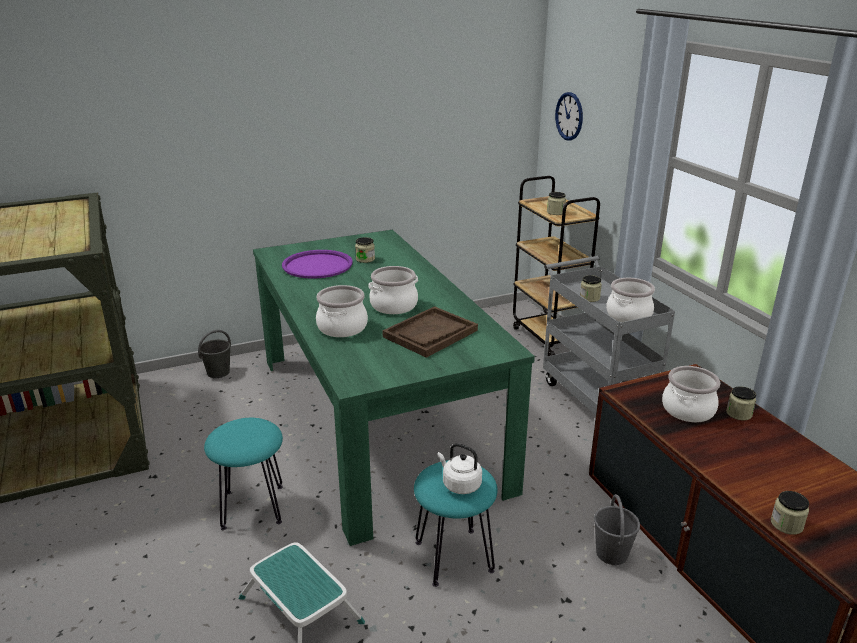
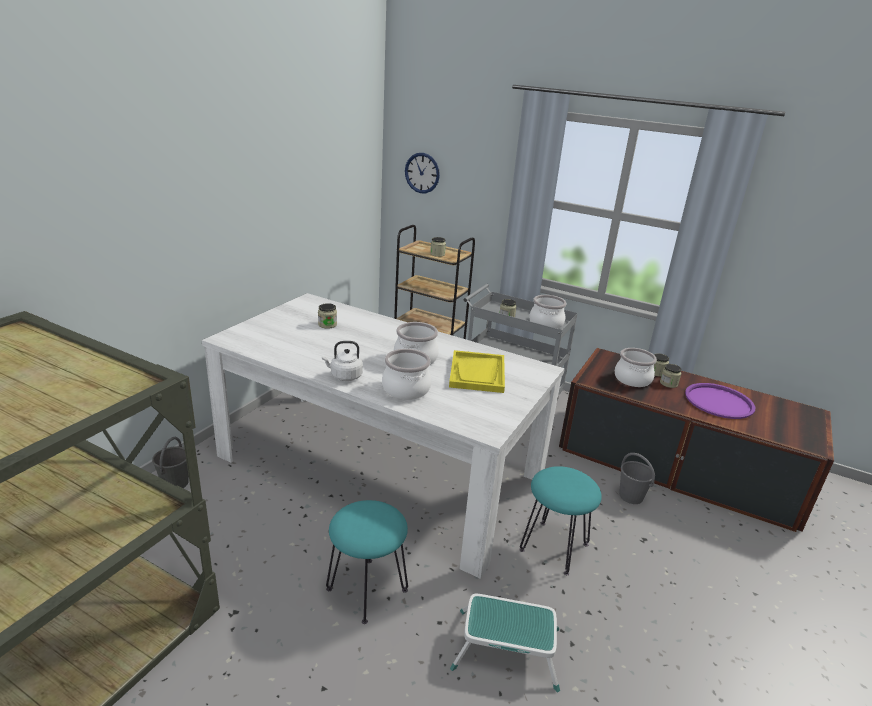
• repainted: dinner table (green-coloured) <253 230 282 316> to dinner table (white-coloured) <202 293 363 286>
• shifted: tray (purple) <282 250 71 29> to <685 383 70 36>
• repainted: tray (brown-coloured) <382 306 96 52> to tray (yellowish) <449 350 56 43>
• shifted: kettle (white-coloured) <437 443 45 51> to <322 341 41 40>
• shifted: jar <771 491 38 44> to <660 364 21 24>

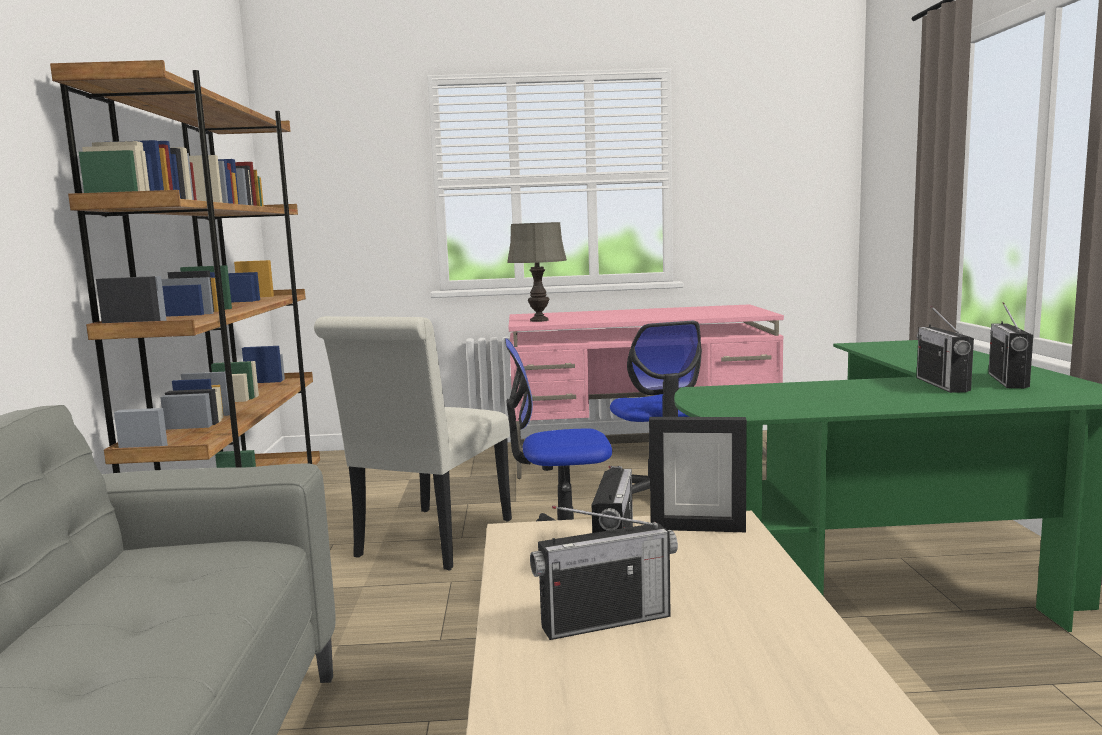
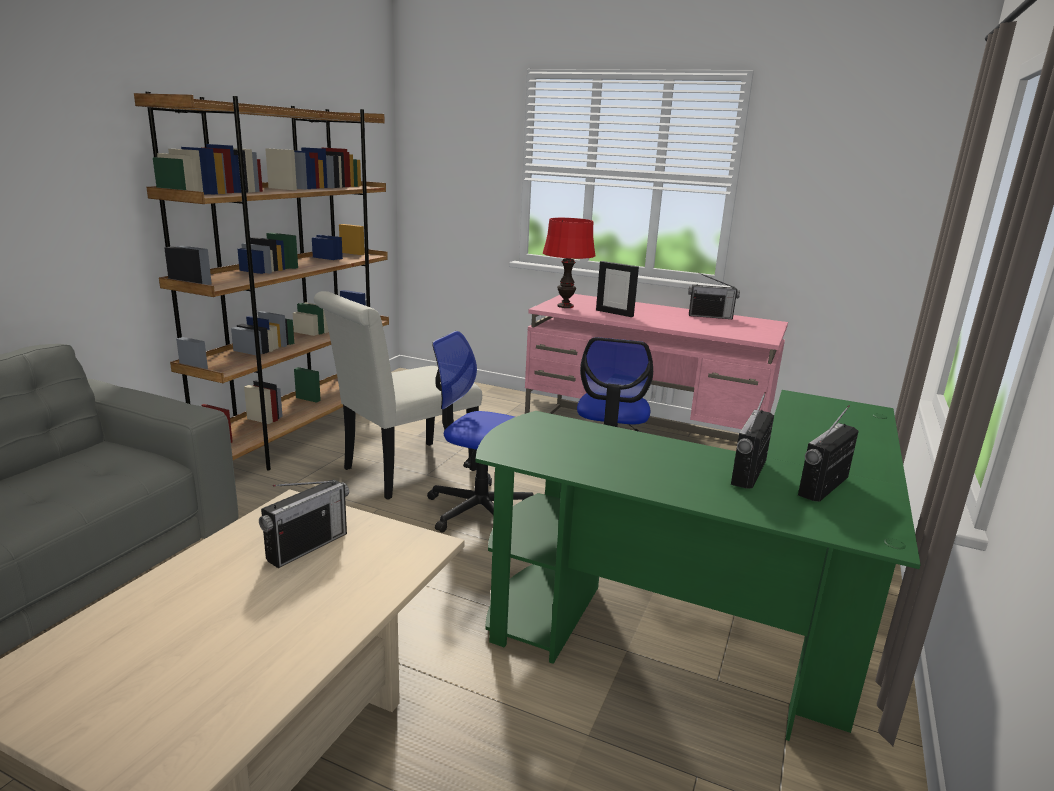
• repainted: lamp for a table (greyish) <507 222 60 100> to lamp for a table (red) <543 218 53 90>
• shifted: radio receiver <530 506 148 134> to <688 273 52 46>
• shifted: picture frame <649 417 98 115> to <596 261 43 56>

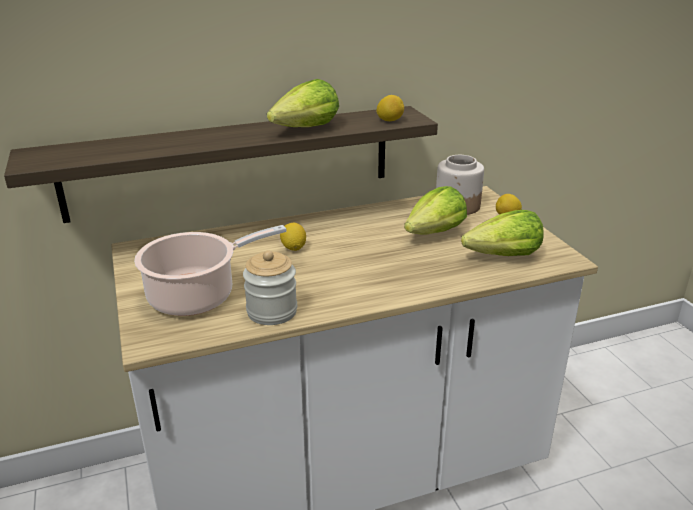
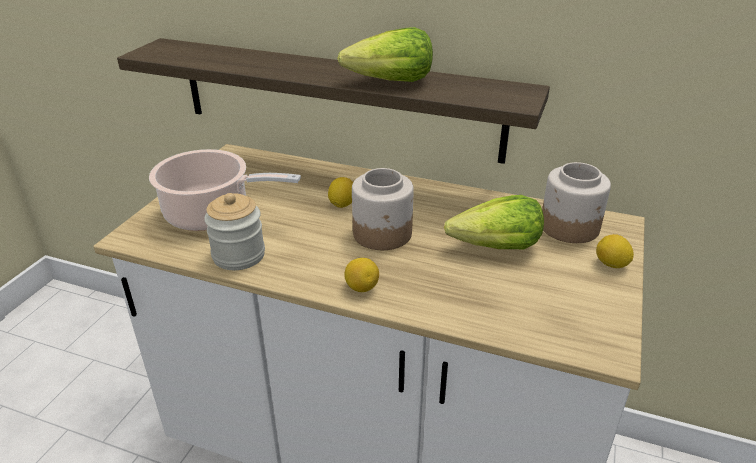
• shifted: lemon <376 95 28 26> to <344 258 35 34>
• gone: lettuce <461 210 83 46>
• new: jar <352 168 62 82>

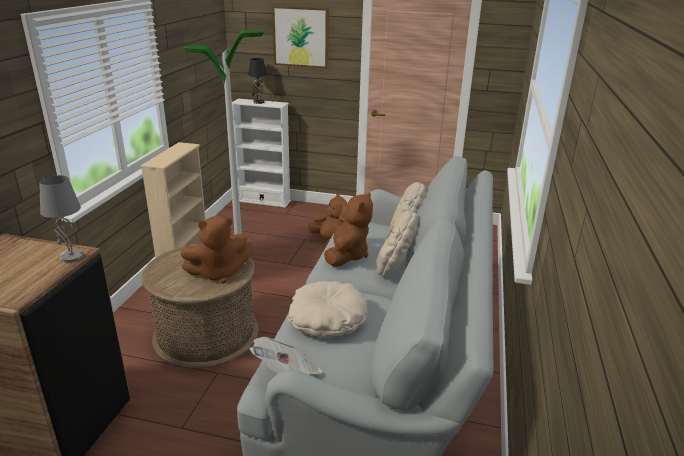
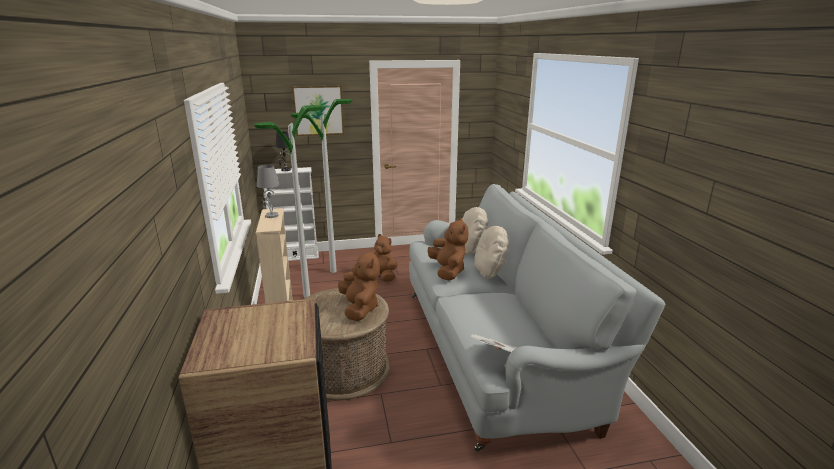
• shifted: lamp for a table (greyish) <39 175 45 88> to <257 165 22 53>
• rotated: soft toy (brown-coloured) <181 216 72 68> = <338 249 42 72> 60 degrees counterclockwise
• gone: throw pillow (beige-coloured) <288 281 80 57>
• new: standing lamp <290 99 63 174>

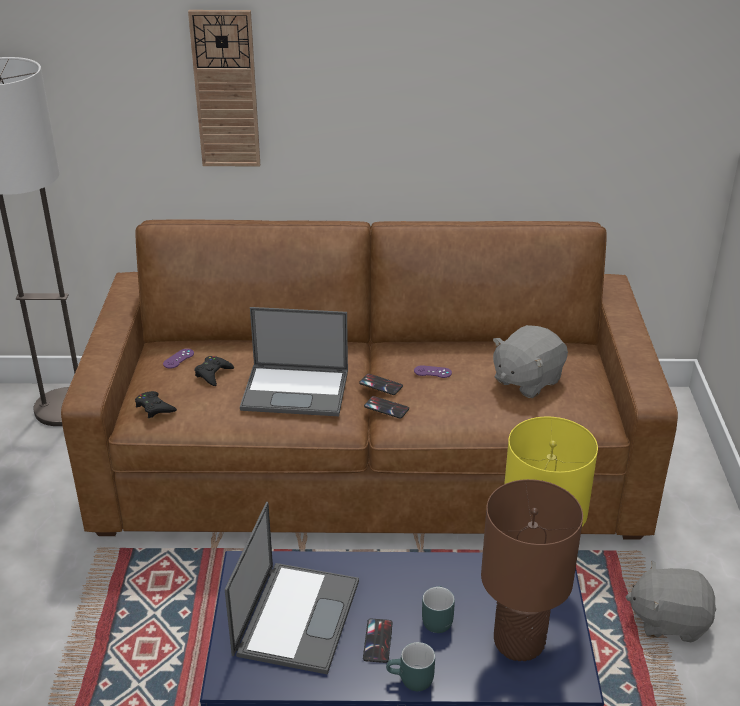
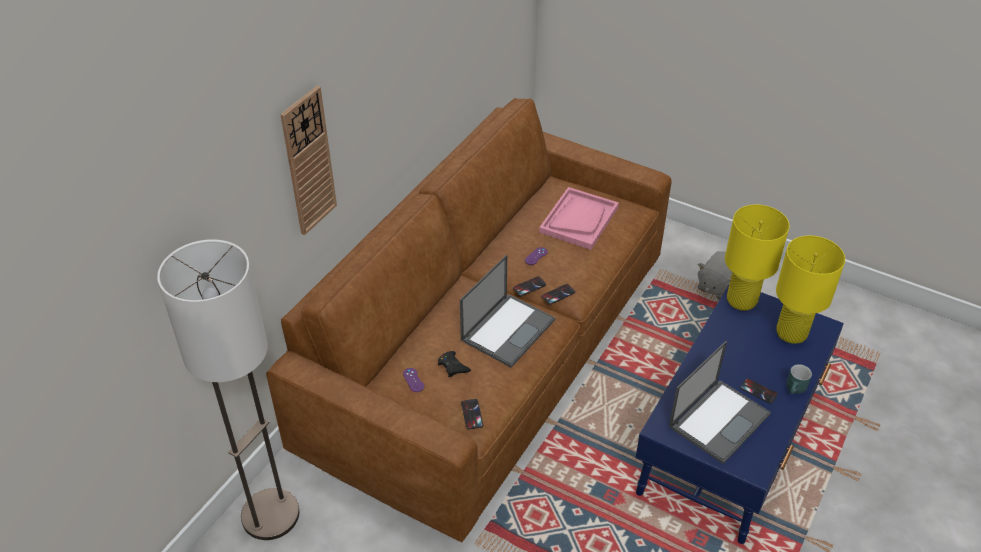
• swapped: game controller (black) <135 391 42 27> to telephone <461 399 22 30>
• rotated: notebook computer <225 502 134 173> = <669 341 102 123> 90 degrees clockwise
• gone: coffee mug (turquoise-coloured) <422 586 33 47>
• repainted: lamp for a table (brown-coloured) <481 479 102 182> to lamp for a table (yellowish) <776 236 69 108>
• swapped: soft toy (greyish) <493 325 75 73> to tray (pink-coloured) <539 187 80 63>

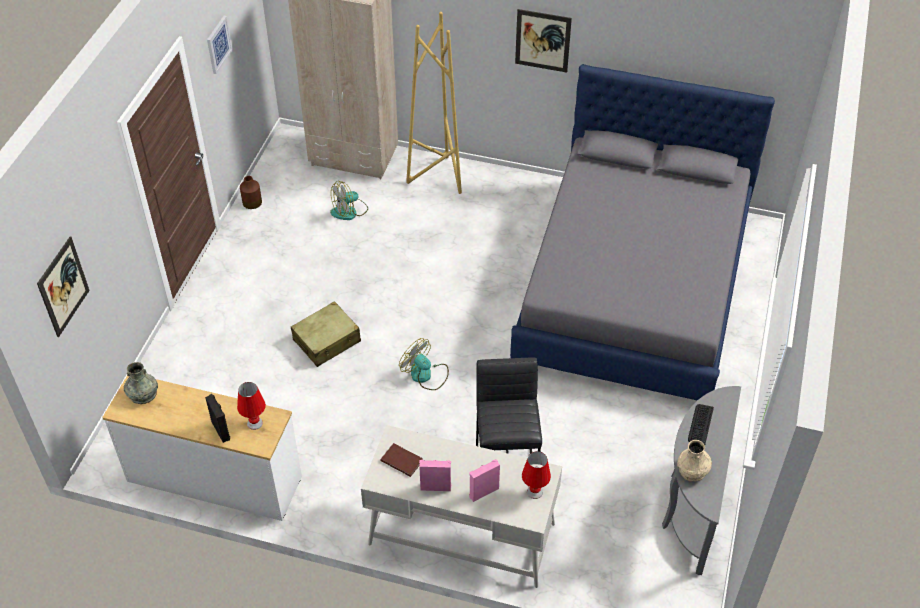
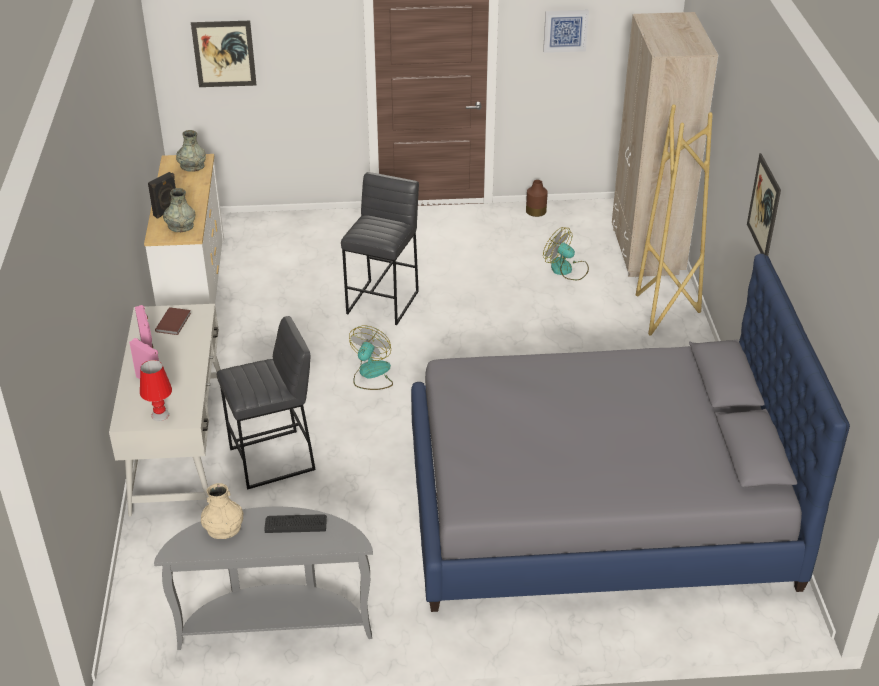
• swapped: lamp for a table (red) <237 382 29 48> to vase (greyish) <163 188 32 44>
• swapped: travel case (beige-coloured) <291 301 70 66> to stool (greyish) <341 172 78 153>

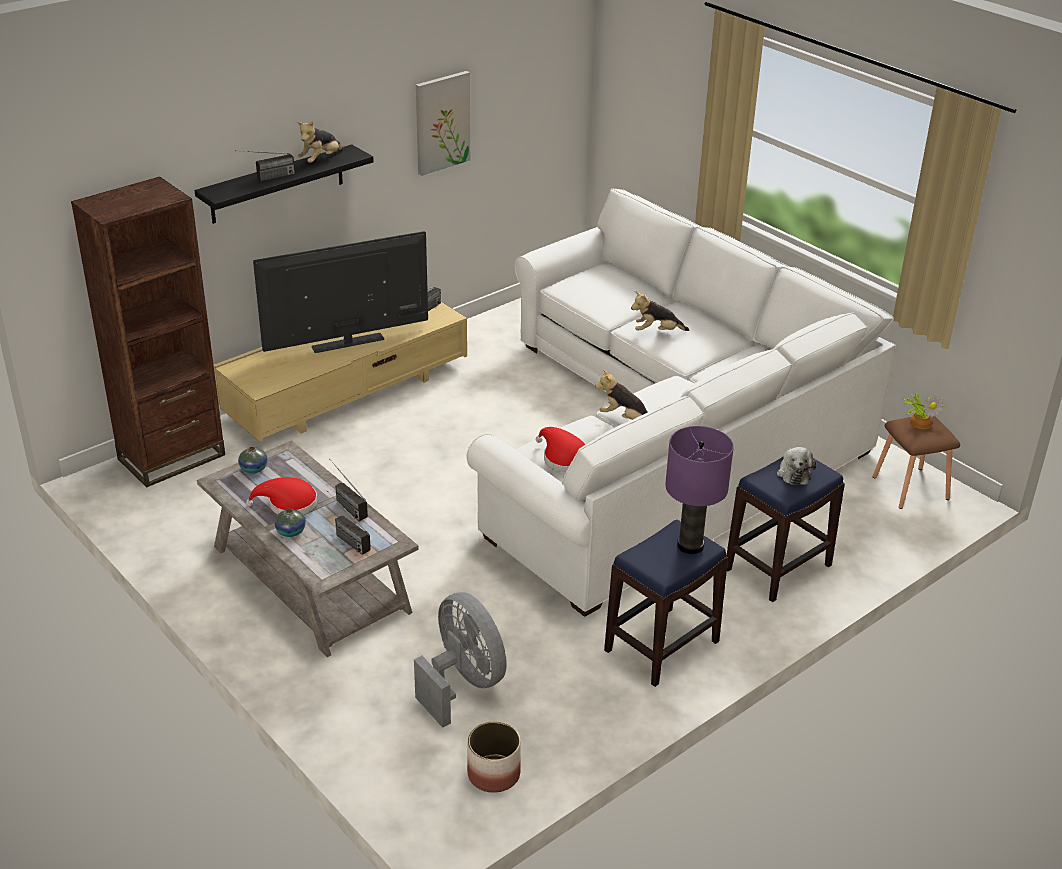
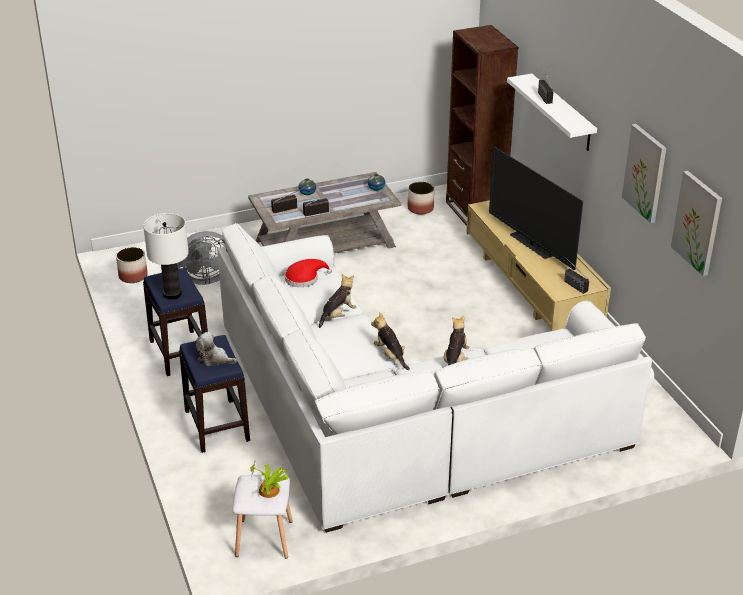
• repainted: wall shelf (black) <194 144 180 80> to wall shelf (white-coloured) <507 73 90 78>
• gone: clothing hat (red) <246 477 72 38>
• rotated: TV <253 231 175 122> = <489 147 94 123> 150 degrees clockwise
• shifted: soft toy <297 121 47 42> to <371 312 39 58>
• repainted: lamp for a table (purple) <665 426 69 128> to lamp for a table (white-coloured) <143 213 46 86>
• repainted: stool (brown-coloured) <873 415 87 94> to stool (white-coloured) <232 475 61 84>
• new: plant pot <408 182 26 32>
• new: wall picture <671 171 51 105>

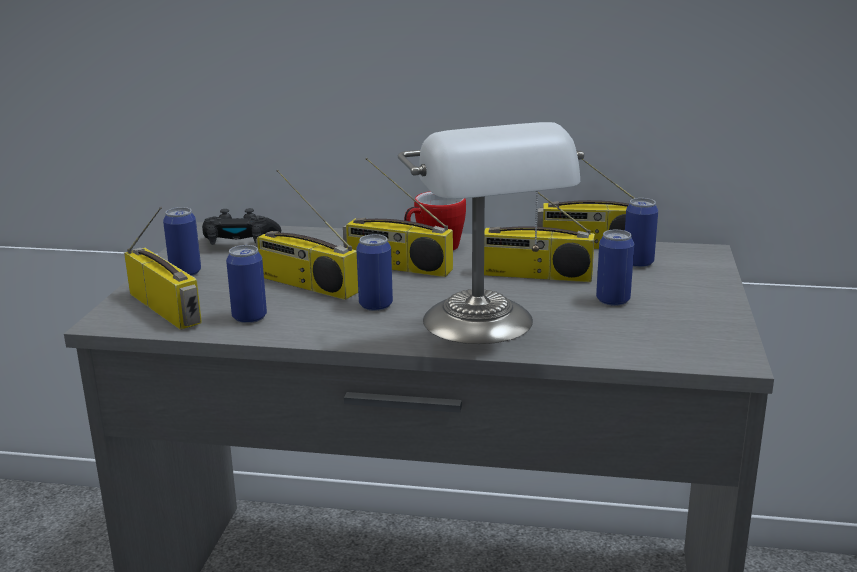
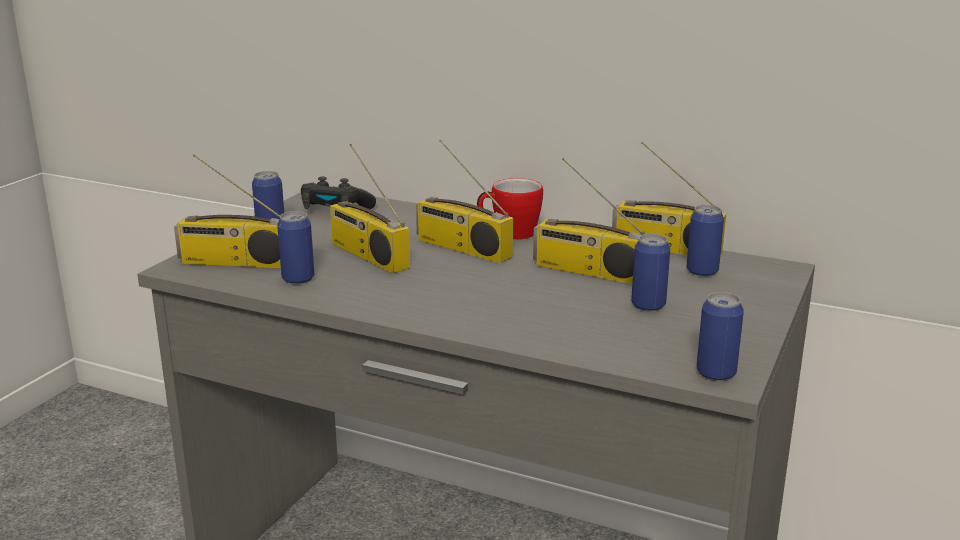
• rotated: radio receiver <124 207 78 123> = <174 154 107 114> 120 degrees clockwise
• shifted: sealed can <356 234 37 77> to <697 292 47 89>
• gone: lamp for a table (white-coloured) <398 122 186 222>

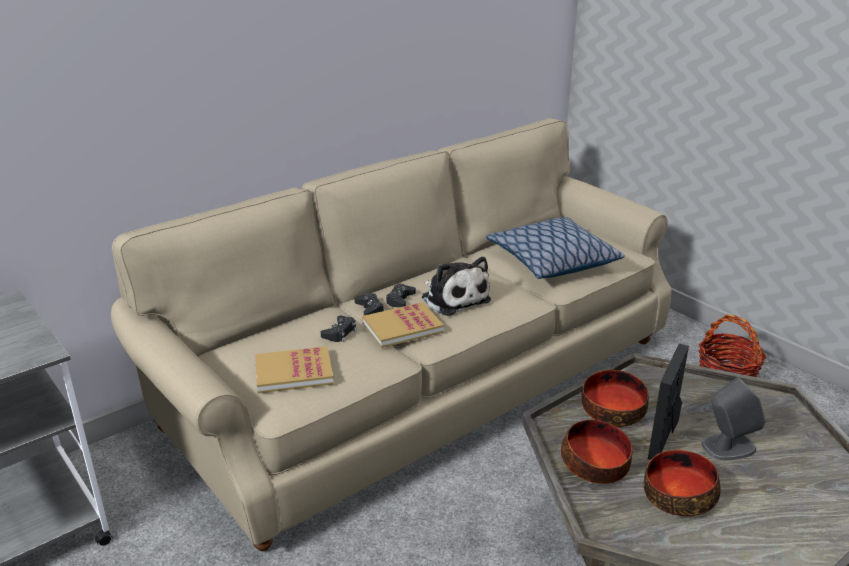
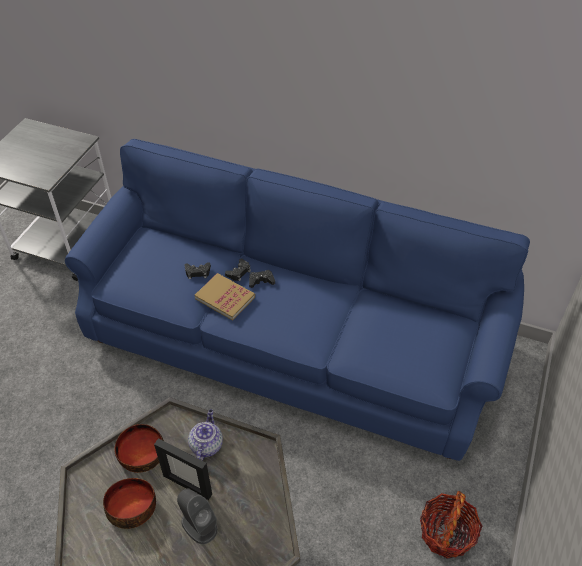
• repainted: couch (beige-coloured) <111 118 561 433> to couch (blue) <65 139 465 322>
• gone: bound book <255 346 79 47>
• gone: soft toy <422 257 69 59>
• gone: throw pillow <486 217 139 62>
• swapped: bowl <581 370 68 57> to tea pot <188 409 35 52>
• rotated: picture frame <648 344 41 116> = <154 438 58 62> 150 degrees counterclockwise

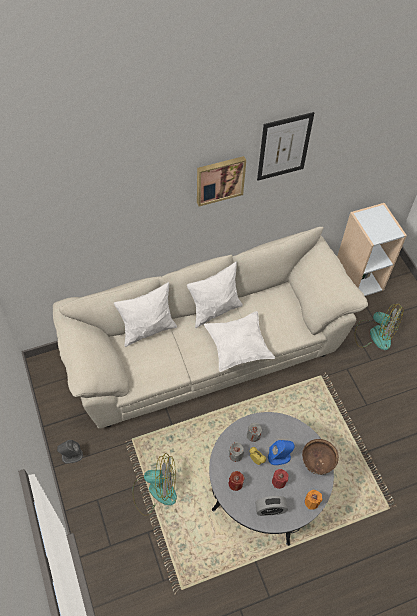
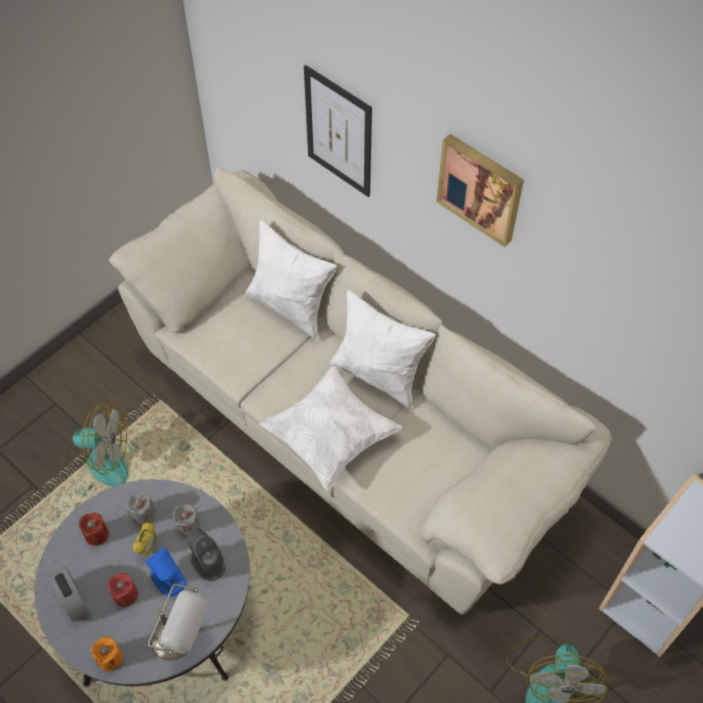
• shifted: loudspeaker (greyish) <57 440 26 24> to <186 528 39 53>
• rotated: electric fan <132 453 45 63> = <60 403 68 87> 60 degrees counterclockwise
• shifted: wall picture <257 112 57 69> to <304 65 68 132>
• swapped: bowl (brown-coloured) <302 439 37 36> to lamp for a table (white-coloured) <147 583 61 78>

